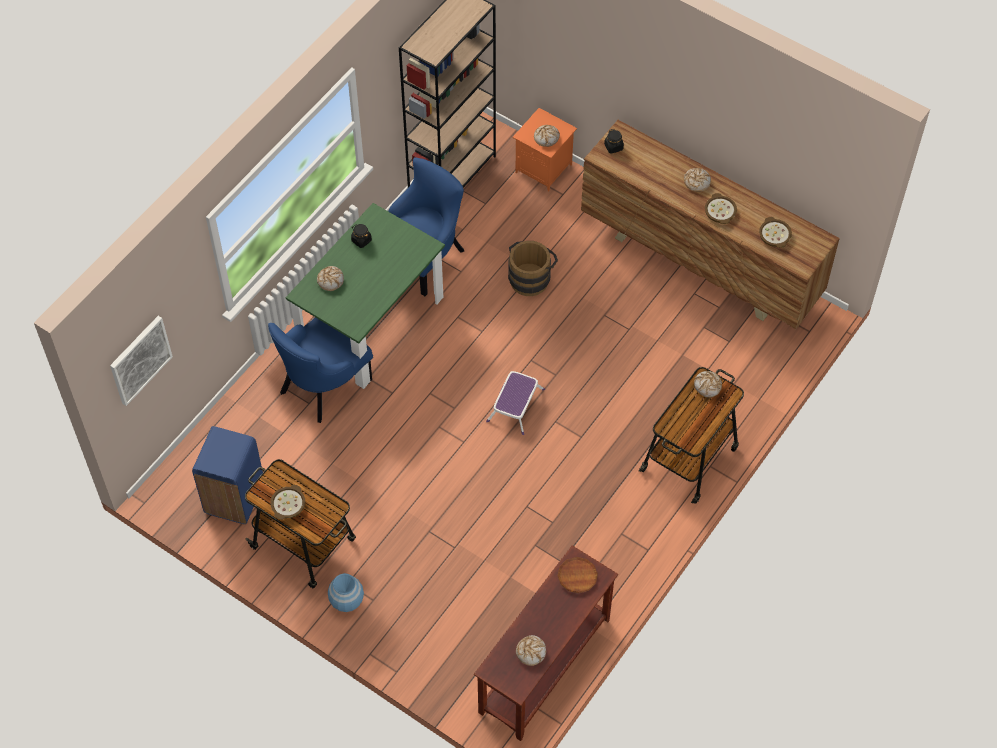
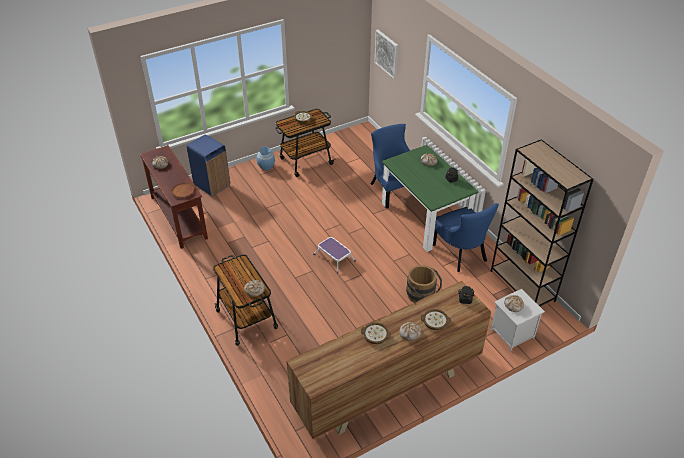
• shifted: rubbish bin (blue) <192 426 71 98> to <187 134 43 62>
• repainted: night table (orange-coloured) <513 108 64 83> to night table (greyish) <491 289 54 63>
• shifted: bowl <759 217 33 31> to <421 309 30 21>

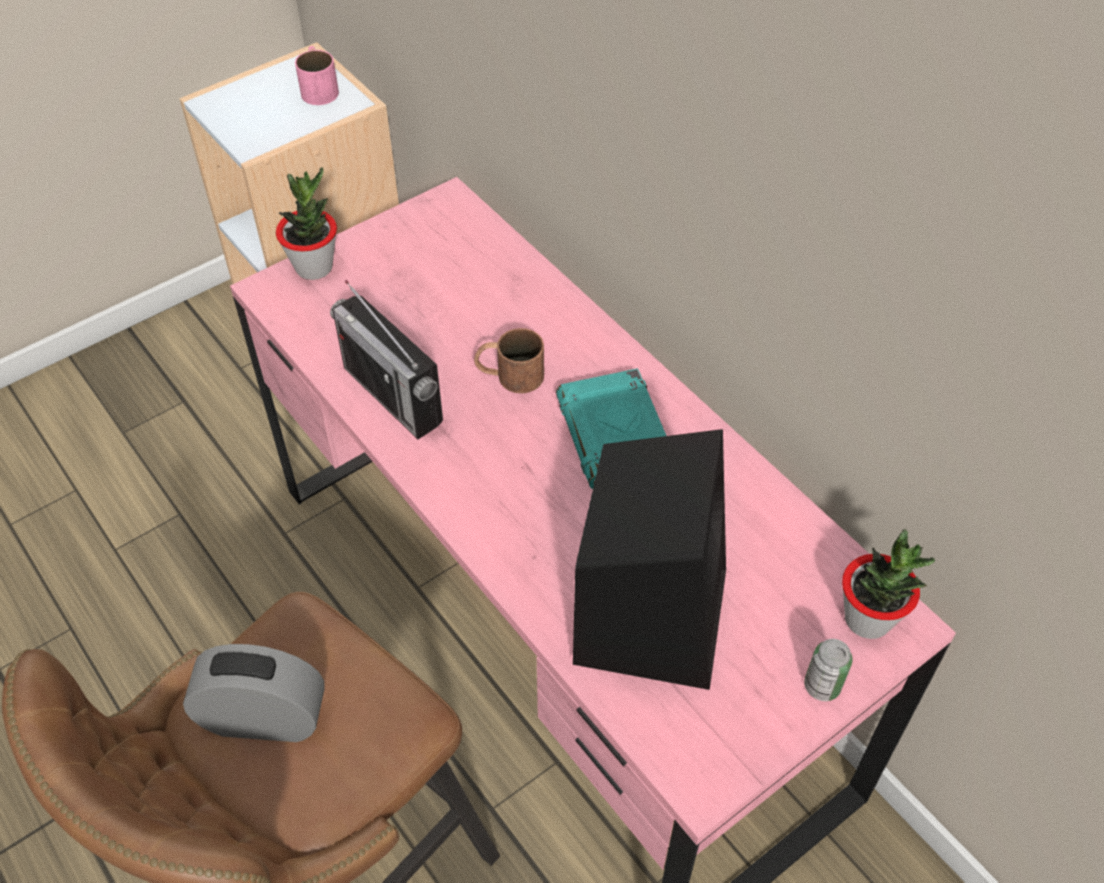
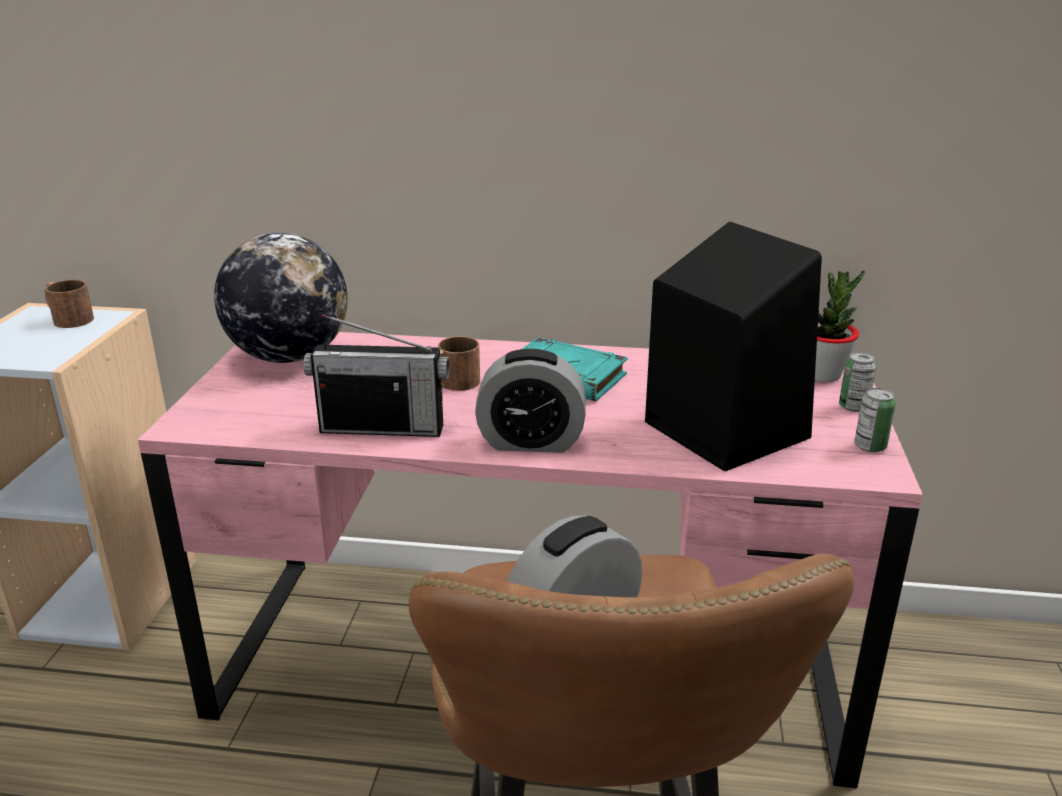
• gone: houseplant <276 167 61 113>
• repainted: coffee mug (pink-coloured) <295 46 44 59> to coffee mug (brown-coloured) <45 280 49 48>
• new: desk globe <214 233 134 130>
• new: bedside clock <475 349 111 104>
• new: sealed can <855 388 41 65>

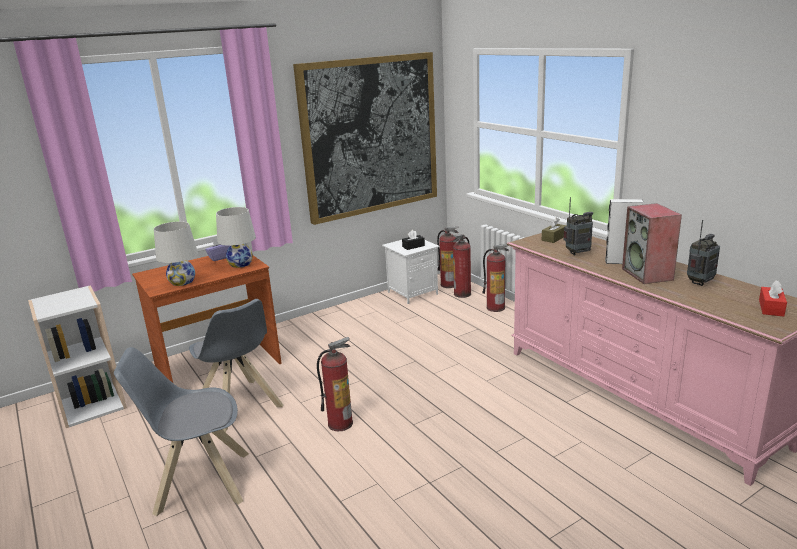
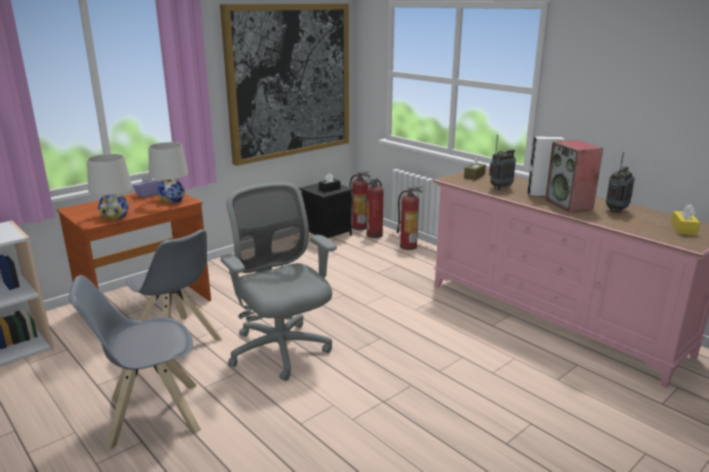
• swapped: fire-fighting cylinder <317 337 36 94> to computer chair (greyish) <220 182 117 199>
• repainted: night table (white-coloured) <382 240 58 64> to night table (black) <299 183 55 55>
• repainted: box of tissues (red) <759 281 28 36> to box of tissues (yellowish) <671 204 29 32>

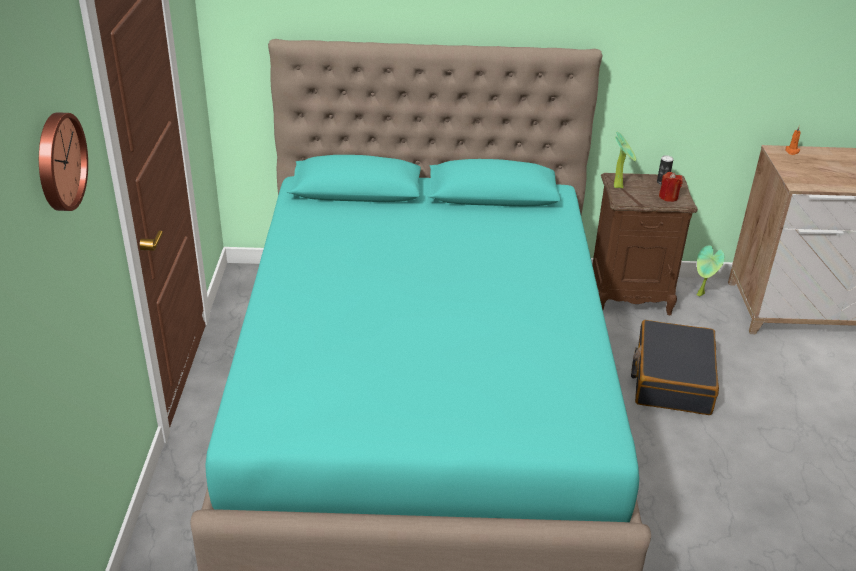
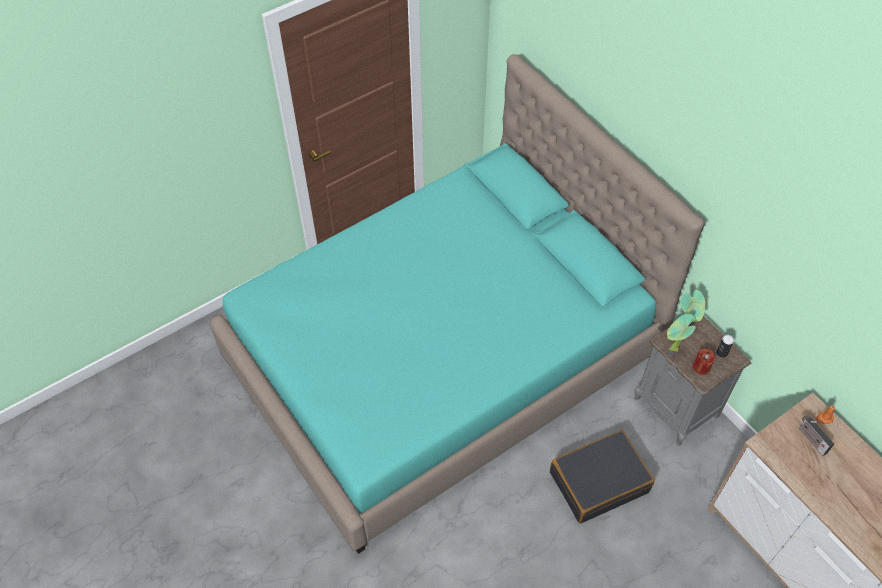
• gone: clock on the wall <39 112 49 99>
• repainted: night table (brown-coloured) <592 173 106 142> to night table (greyish) <634 316 117 130>
• shifted: houseplant <697 245 28 51> to <667 314 29 37>
• new: radio receiver <799 416 35 40>

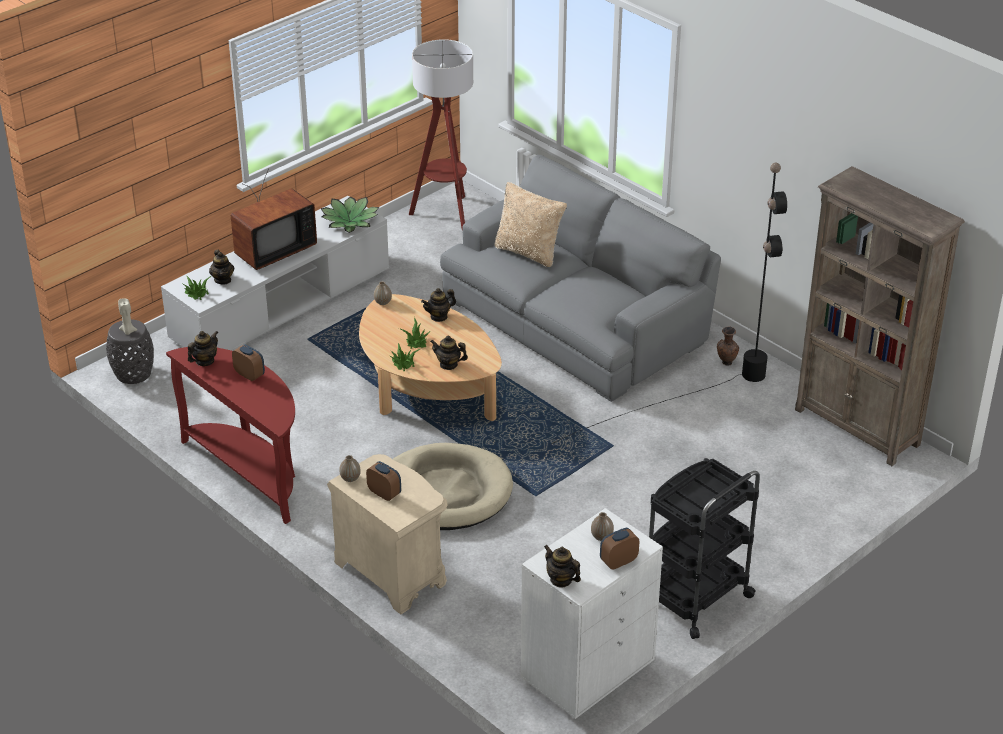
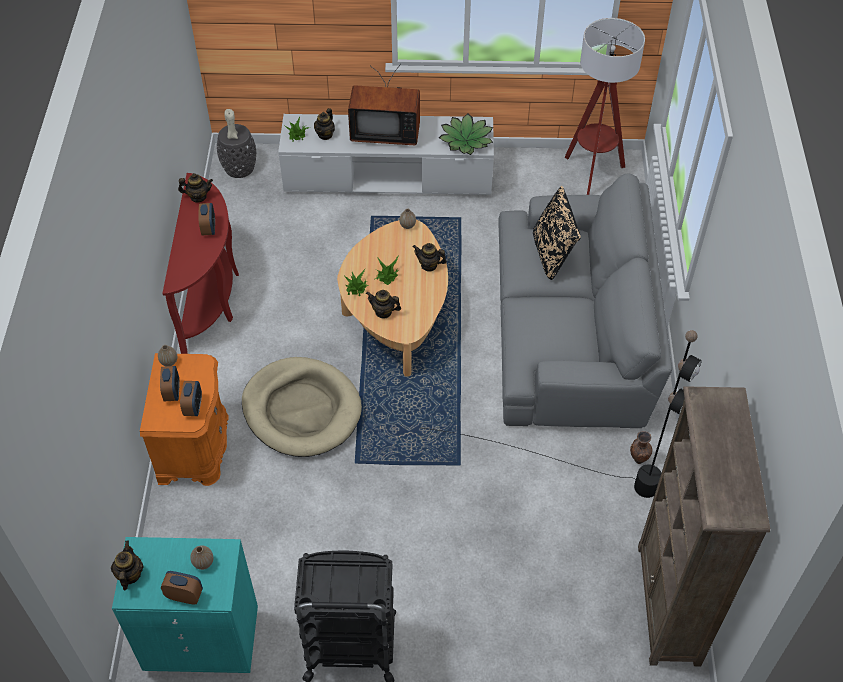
• repainted: night table (beige-coloured) <327 454 121 161> to night table (orange-coloured) <140 353 89 133>
• rotated: tea pot <430 336 38 34> = <366 290 35 29> 45 degrees counterclockwise
• repainted: throw pillow (beige-coloured) <495 182 72 85> to throw pillow (black) <533 186 48 94>
• repainted: storage cabinet (white-coloured) <521 508 142 211> to storage cabinet (turquoise-coloured) <112 537 146 136>
• new: bedside clock <180 381 22 35>

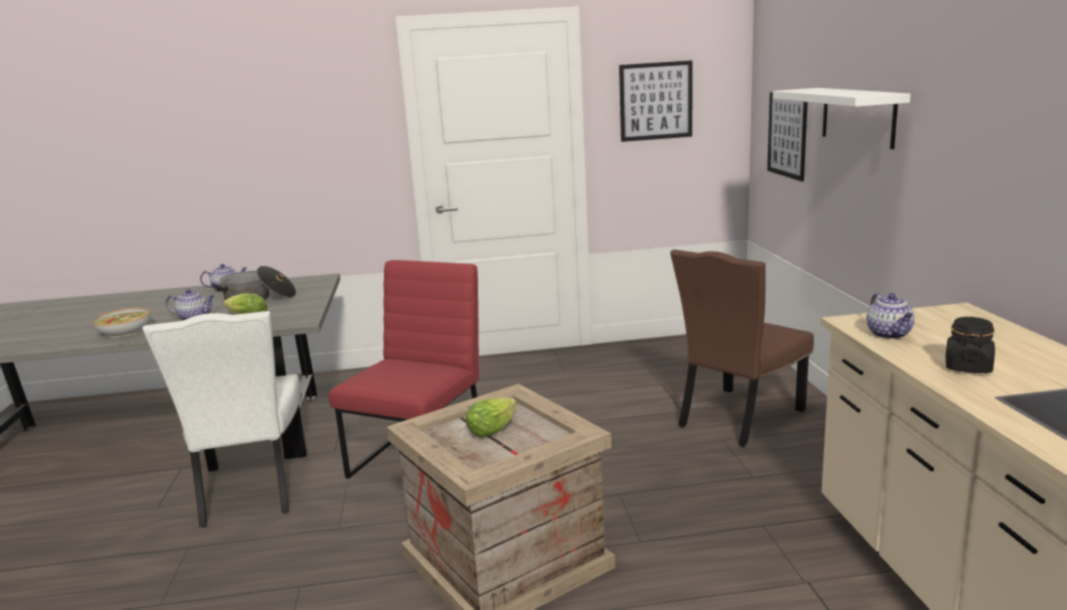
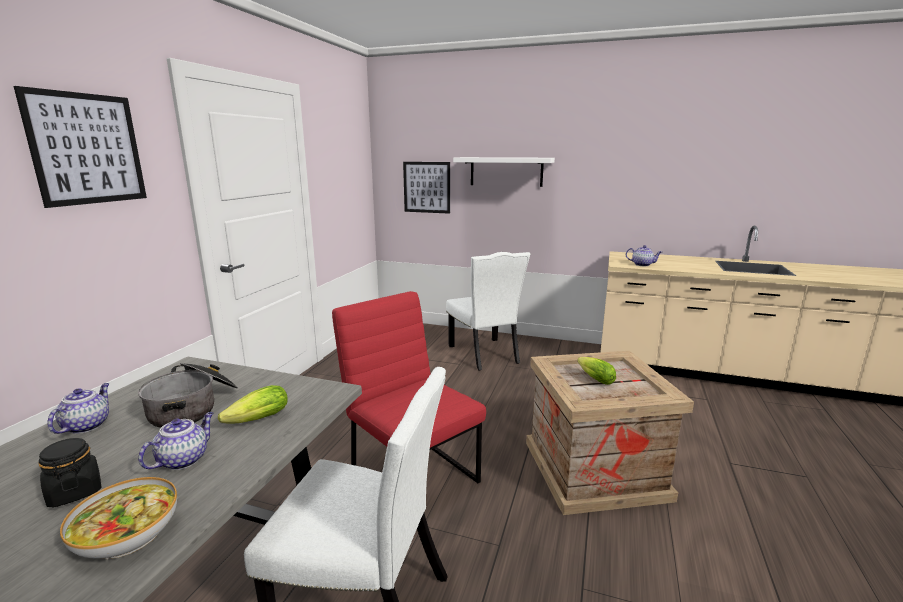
• shifted: wall picture <619 60 73 82> to <14 86 133 122>
• repainted: upright chair (brown-coloured) <670 250 144 197> to upright chair (white-coloured) <446 252 84 118>
• shifted: jar (black) <946 317 49 56> to <39 438 62 69>

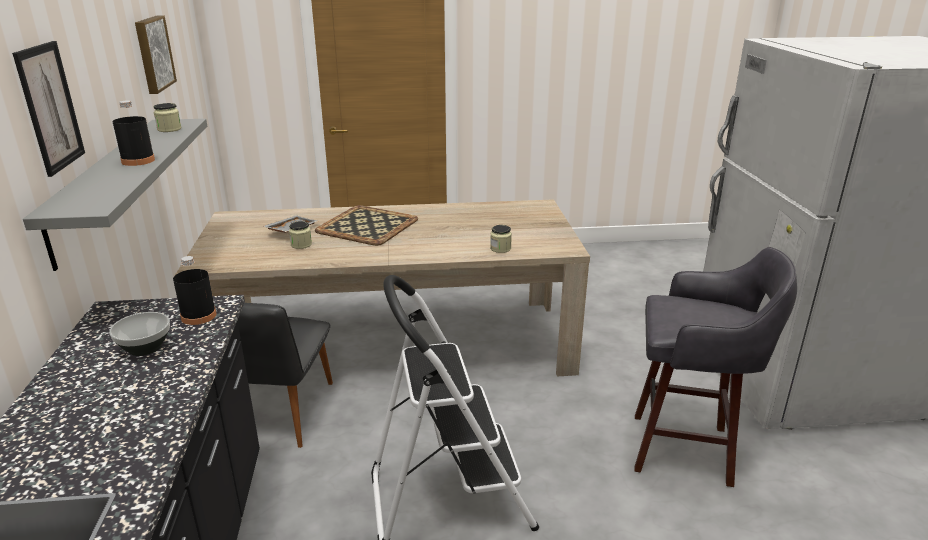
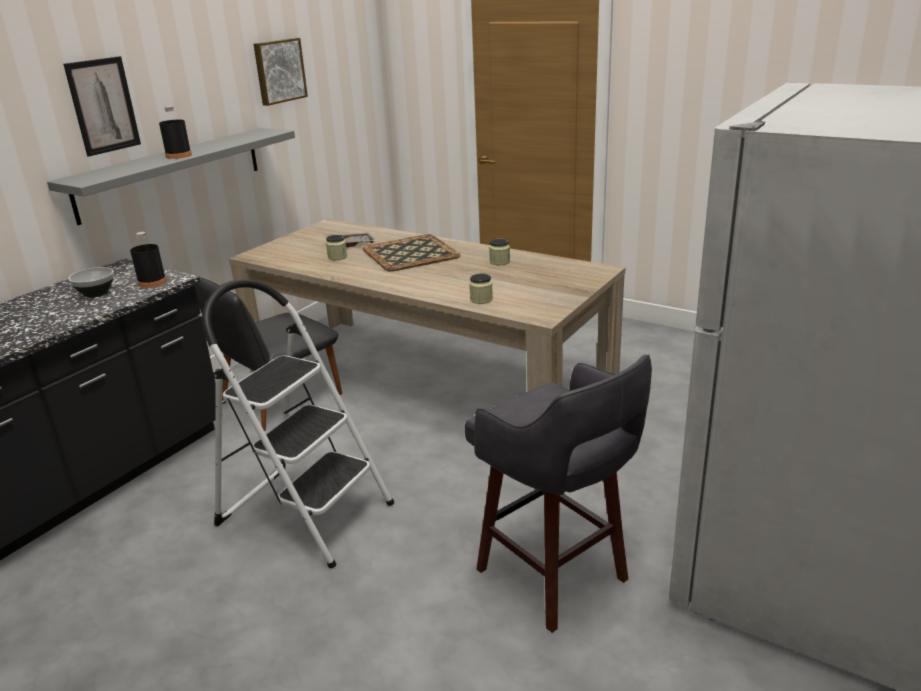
• shifted: jar <154 103 28 29> to <489 239 21 26>

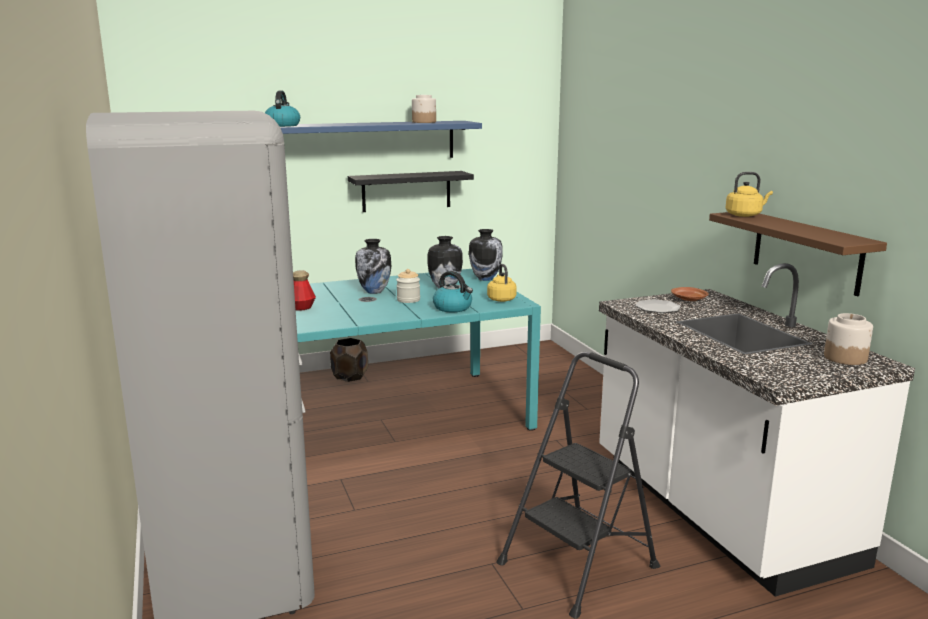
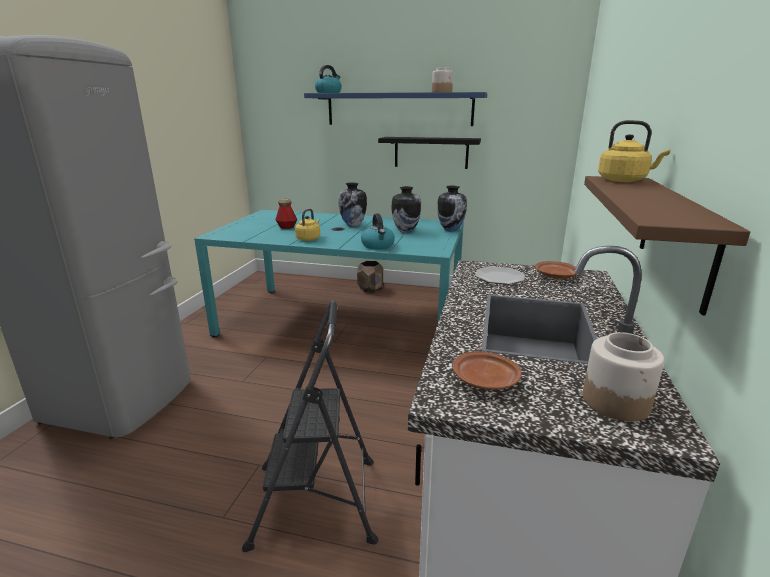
• gone: jar <396 269 24 34>
• shifted: kettle (yellowish) <487 264 30 38> to <295 208 25 33>
• new: plate (brown-coloured) <453 351 69 39>

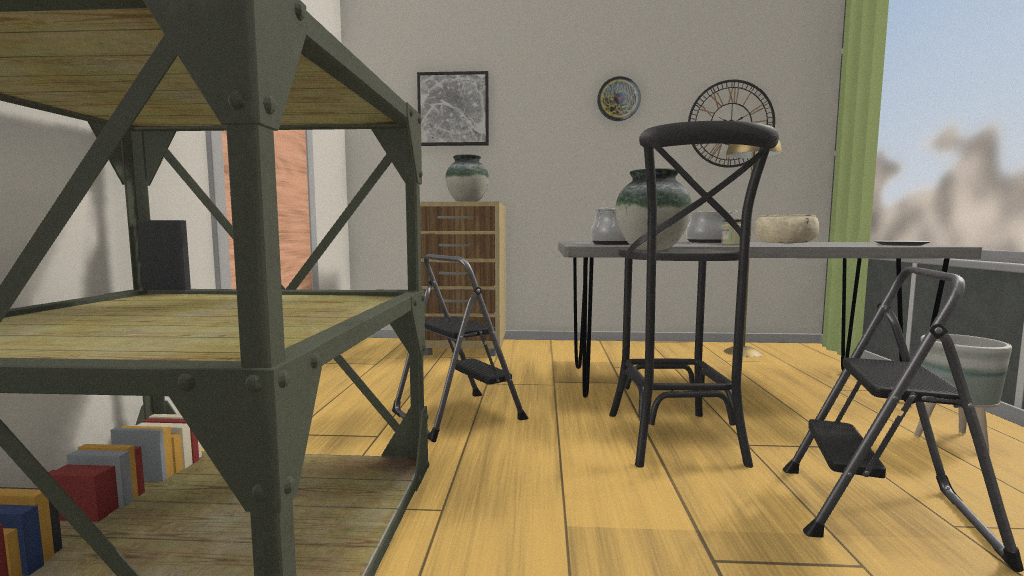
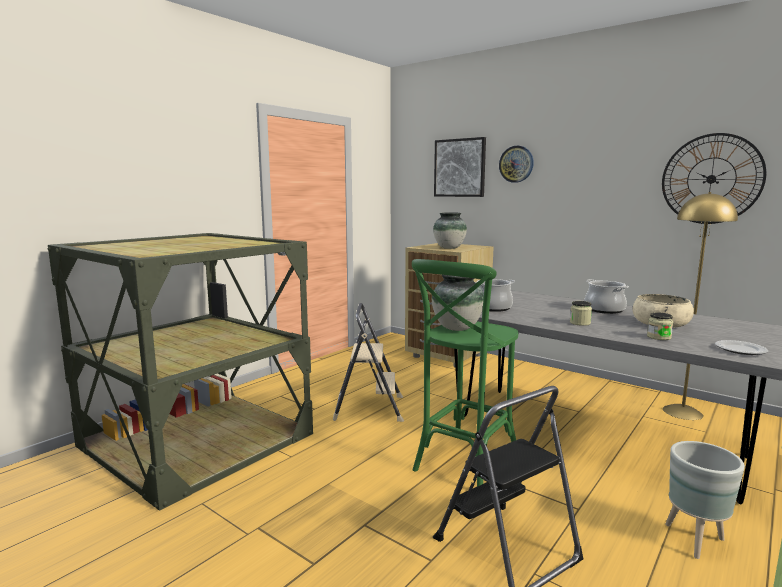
• repainted: stepladder (black) <392 254 137 188> to stepladder (beige-coloured) <333 303 71 119>
• shifted: clock on the wall <597 76 44 45> to <499 146 35 37>
• repainted: stool (black) <609 121 170 347> to stool (green-coloured) <412 259 106 227>
• new: jar <647 313 26 27>

